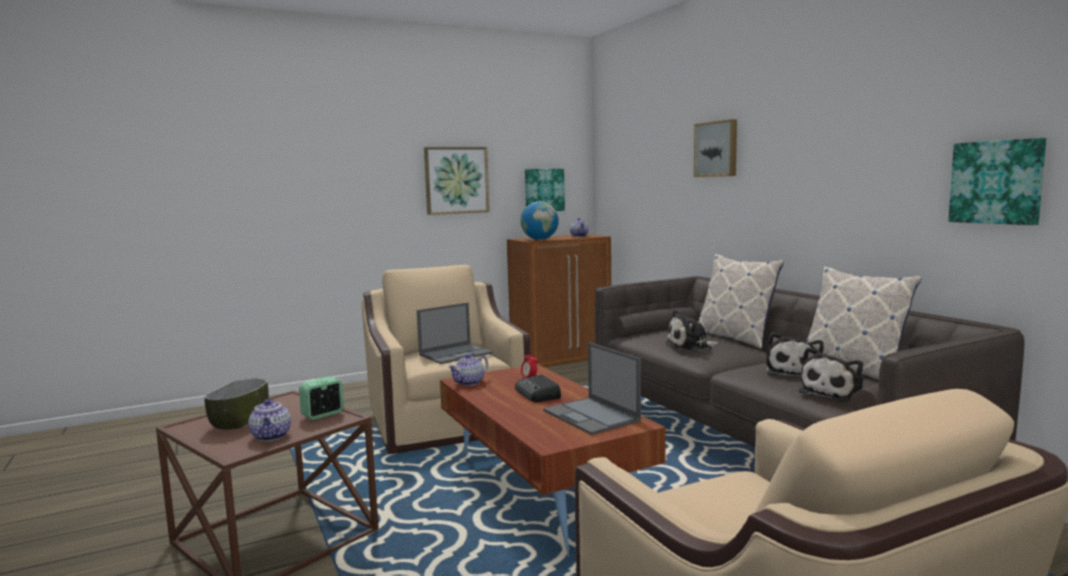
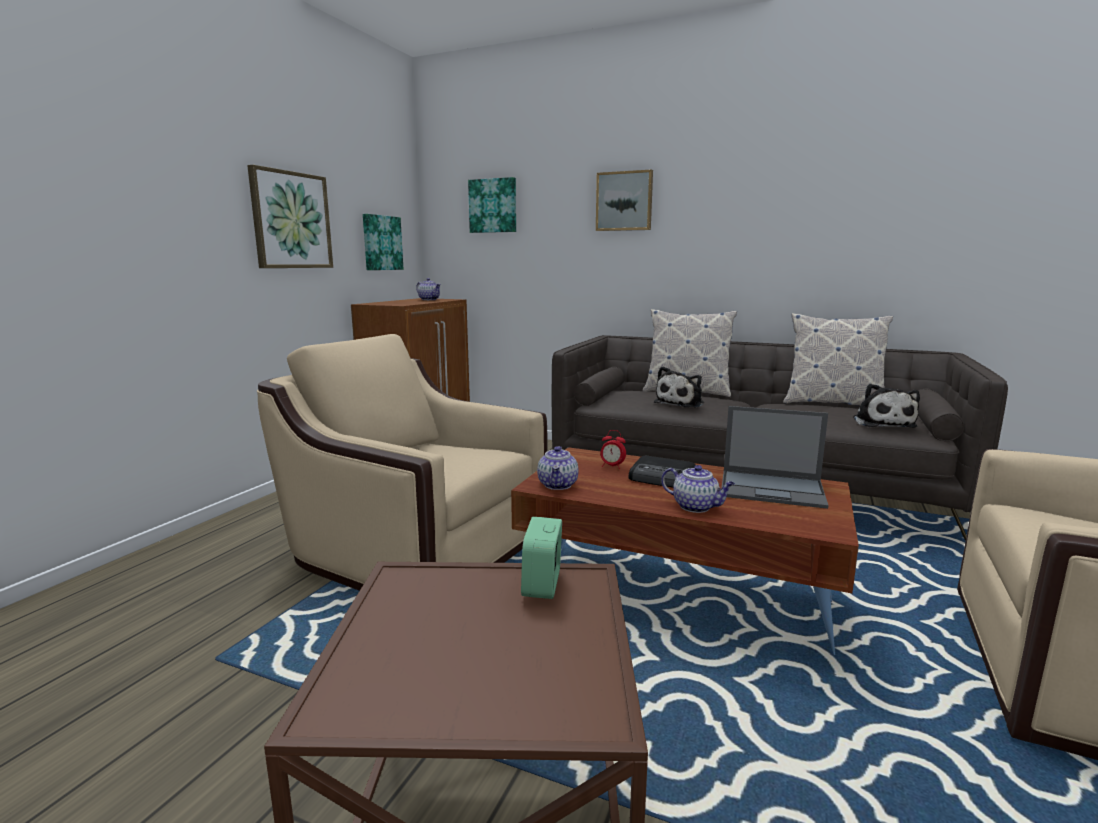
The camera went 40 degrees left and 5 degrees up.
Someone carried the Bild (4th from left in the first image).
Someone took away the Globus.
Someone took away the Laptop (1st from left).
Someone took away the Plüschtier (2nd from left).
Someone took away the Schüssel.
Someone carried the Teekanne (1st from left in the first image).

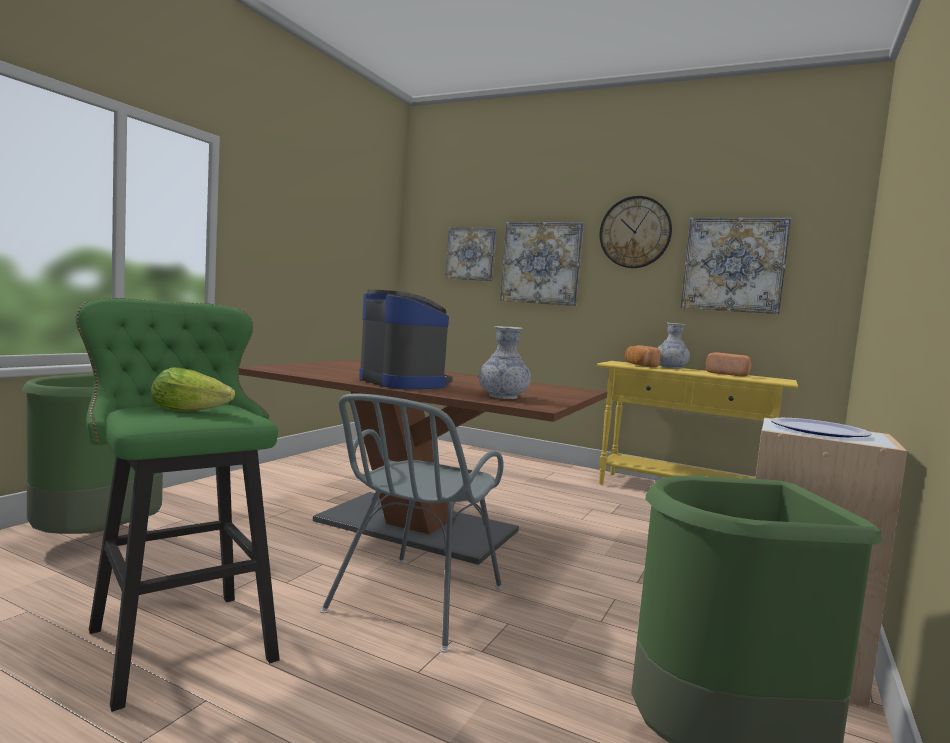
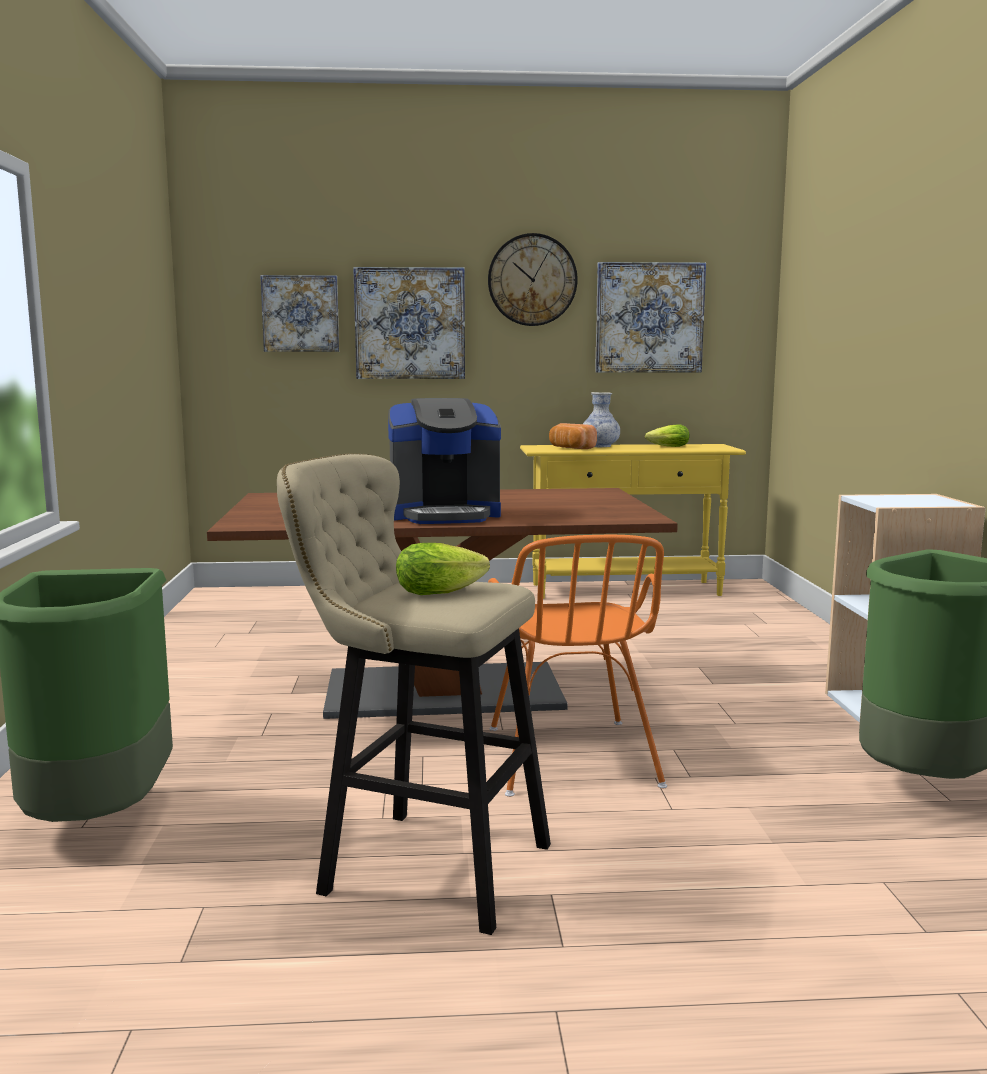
The camera went 30 degrees left and 5 degrees up.
Someone rotated the Kaffeemaschine by 150 degrees clockwise.
Someone repainted the Hocker/grün, which became the Hocker/beige.
Someone took away the Vase (1st from left).
Someone swapped the Brot (2nd from left) for the Salatkopf (2nd from left).
Someone repainted the Stuhl/grau, which became the Stuhl/orange.
Someone took away the Teller.

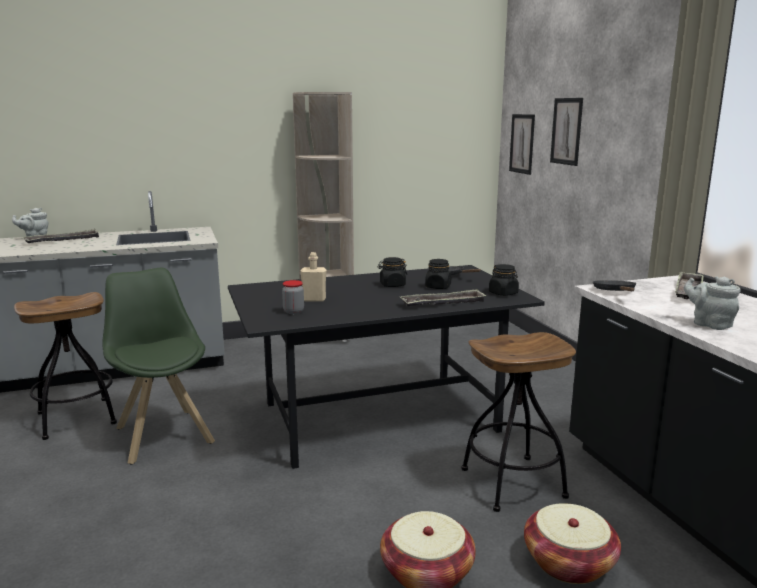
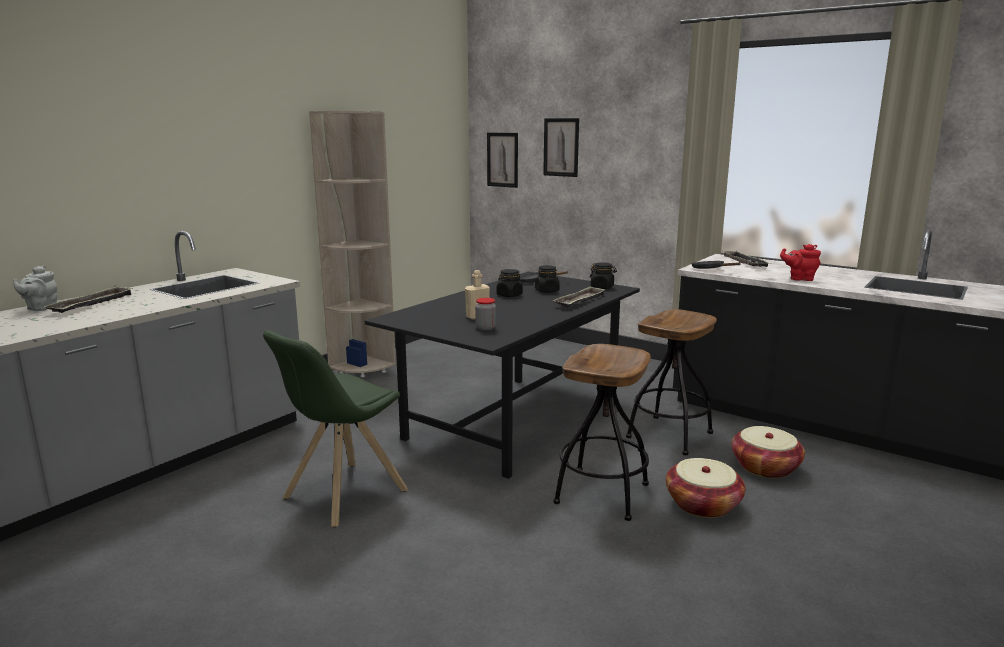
The camera went 35 degrees left and 0 degrees up.
Someone rotated the Stuhl/grün by 75 degrees counterclockwise.
Someone repainted the Teekanne/grau (2nd from left), which became the Teekanne/rot.
Someone carried the Hocker/braun (1st from left).

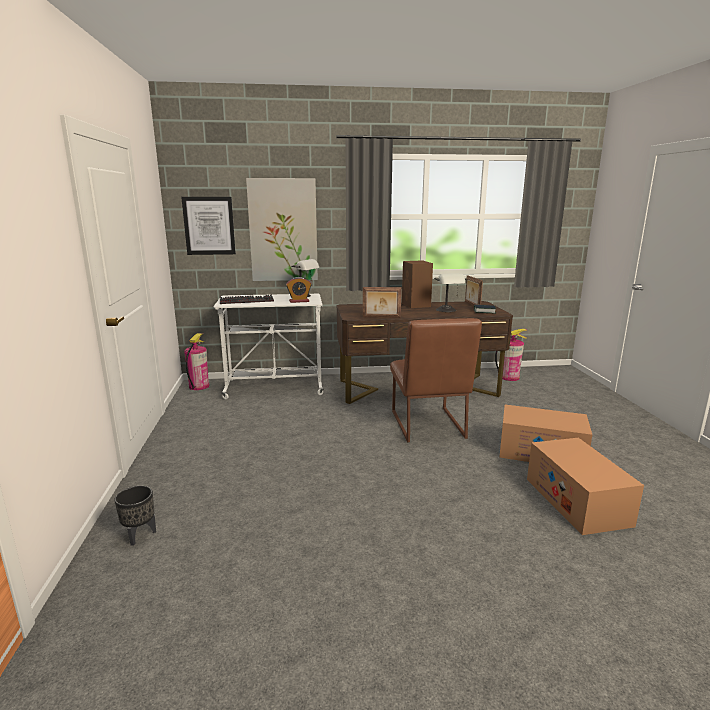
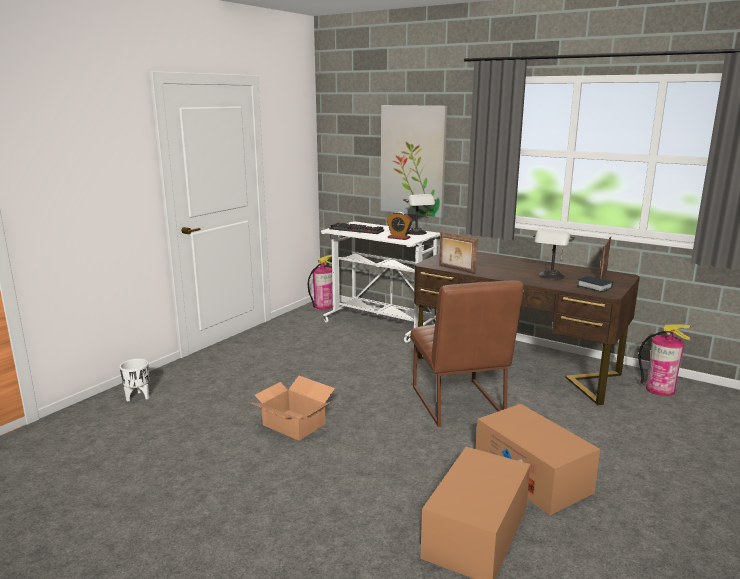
The camera went 40 degrees right and 0 degrees up.
Someone took away the Bild (1st from left).
Someone took away the Lautsprecher/braun.
Someone rotated the Stuhl/braun by 45 degrees counterclockwise.
Someone repainted the Pflanzkübel/schwarz, which became the Pflanzkübel/weiß.
Someone put down the Karton (1st from left).

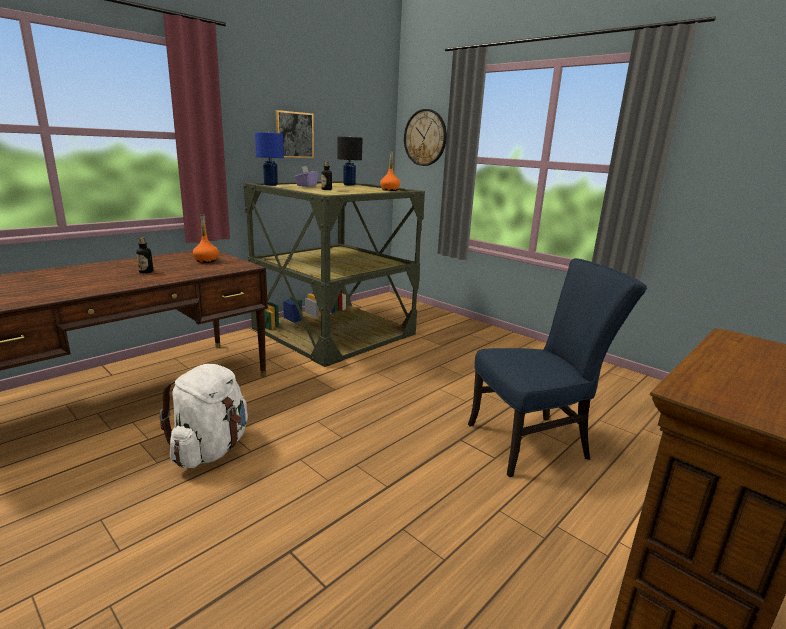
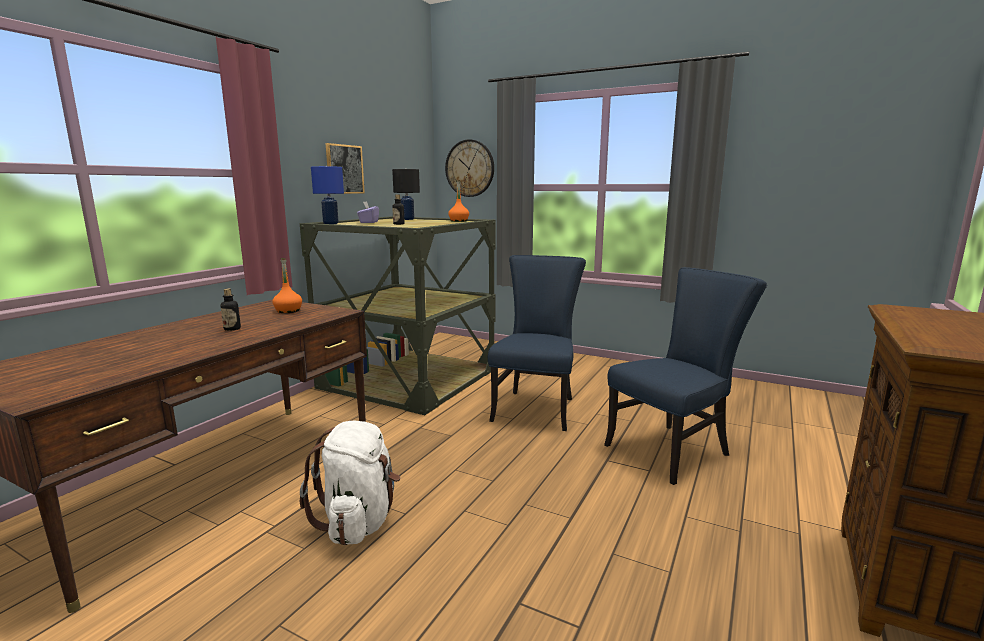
The camera went 15 degrees left and 5 degrees down.
Someone put down the Stuhl/blau (1st from left).

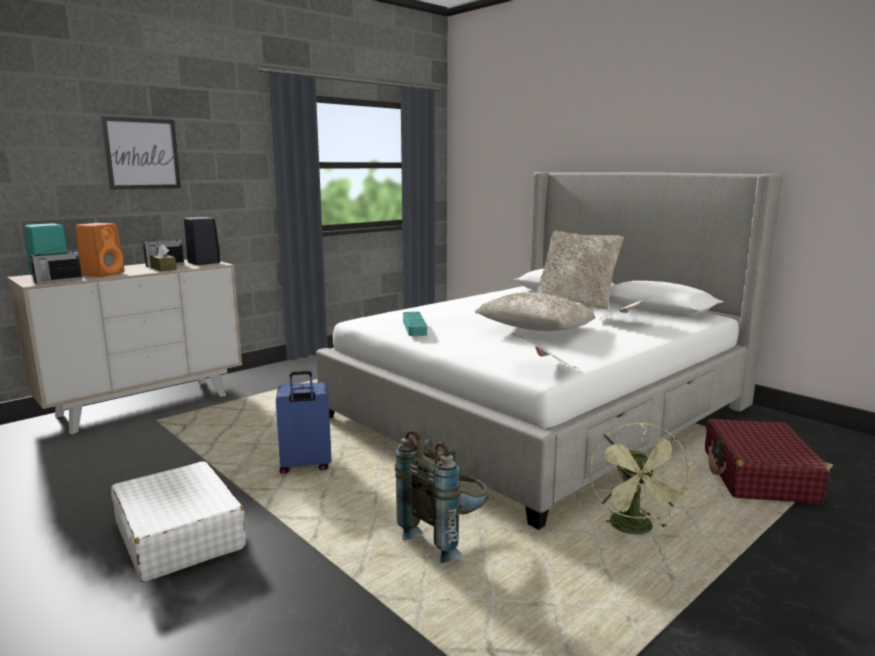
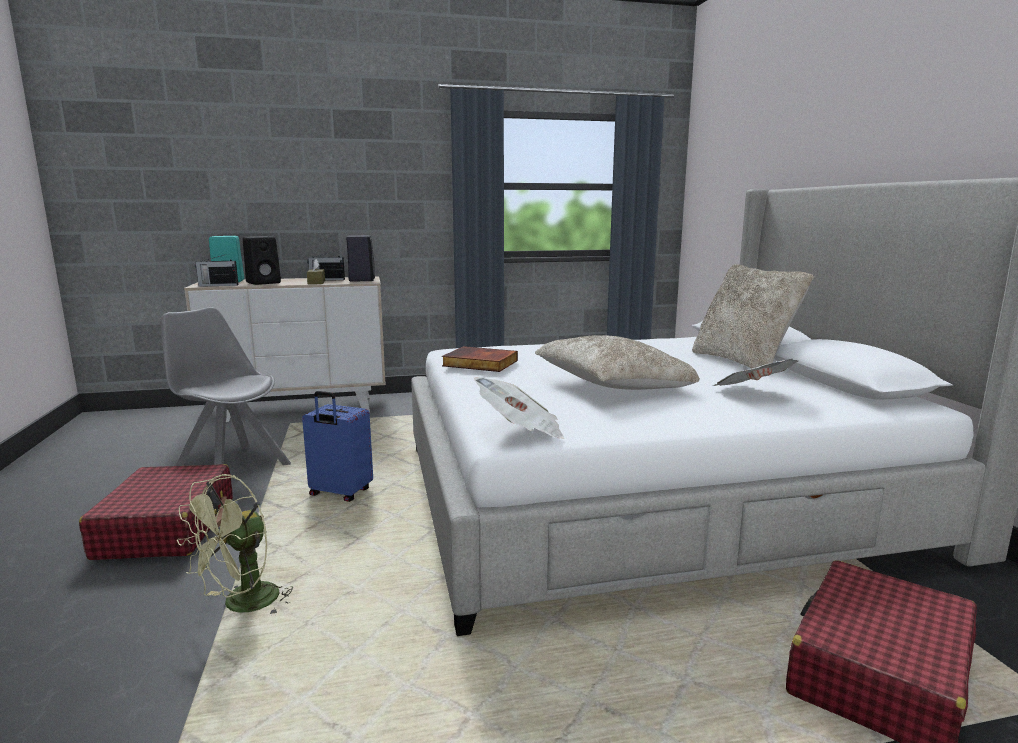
The camera went 30 degrees right and 0 degrees up.
Someone took away the Bild.
Someone repainted the Lautsprecher/orange, which became the Lautsprecher/schwarz (1st from left).
Someone swapped the Tablett/türkis for the Buch.
Someone carried the Ventilator/grün.
Someone took away the Rucksack/grau.
Someone repainted the Koffer/weiß, which became the Koffer/rot (1st from left).
Someone put down the Stuhl/grau.

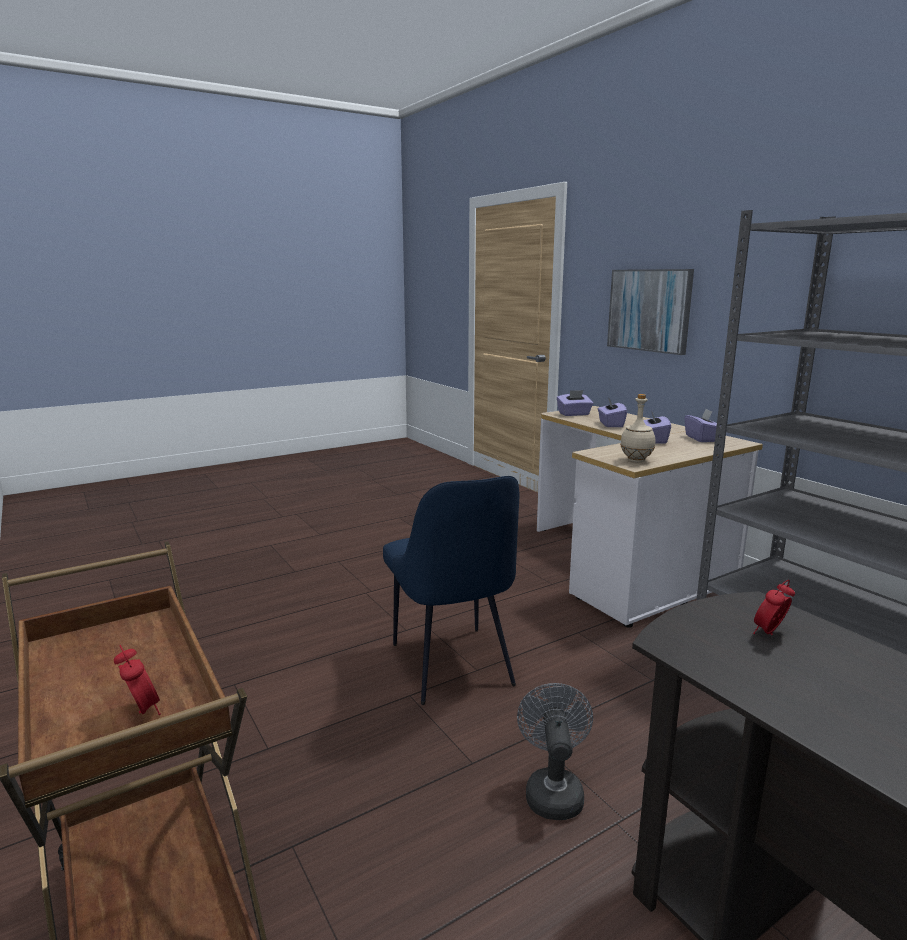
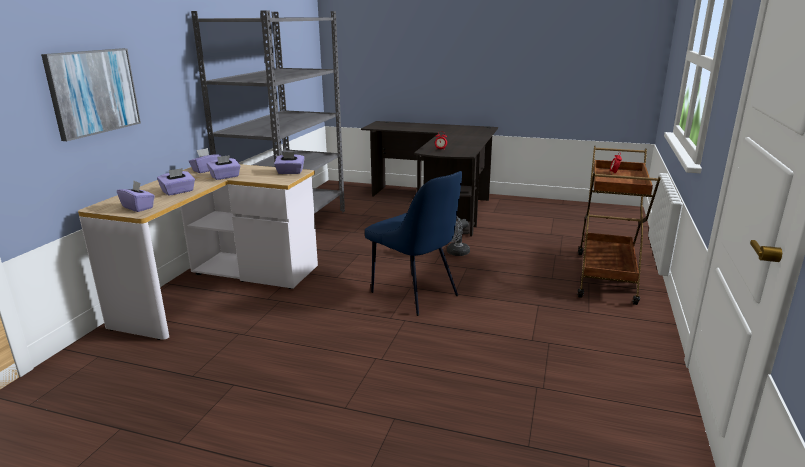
The camera went 130 degrees left and 5 degrees up.
Someone swapped the Flasche/beige for the Taschentuchbox/lila (5th from left).
Someone rotated the Stuhl/blau by 105 degrees clockwise.

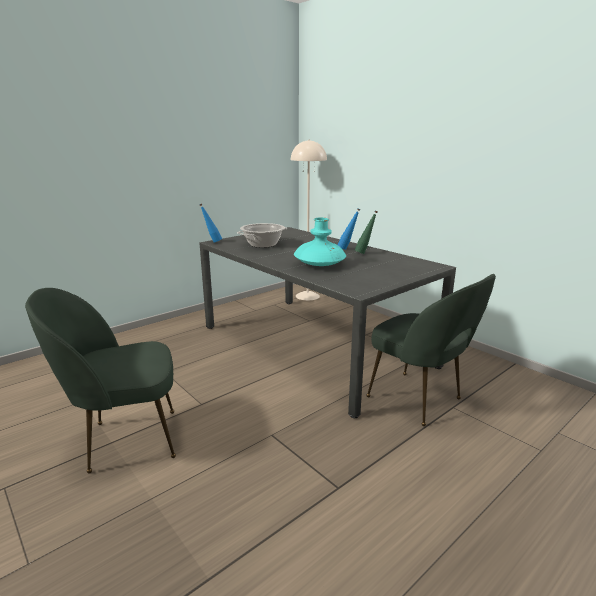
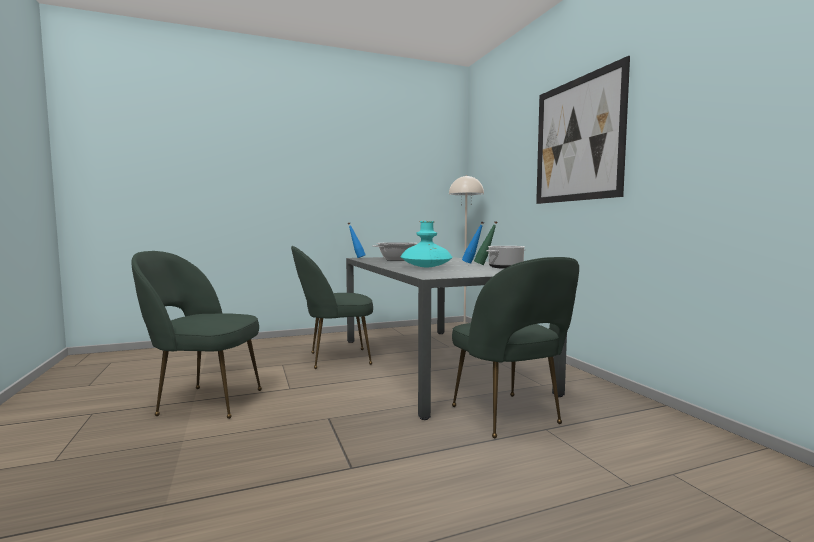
The camera went 20 degrees right and 15 degrees down.
Someone put up the Bild.
Someone put down the Stuhl/grün (2nd from left).
Someone put down the Kochtopf (2nd from left).

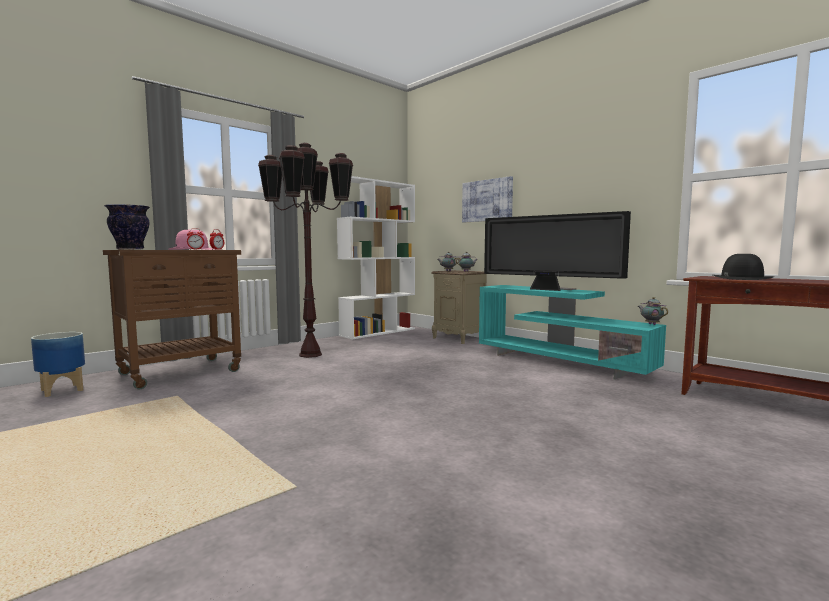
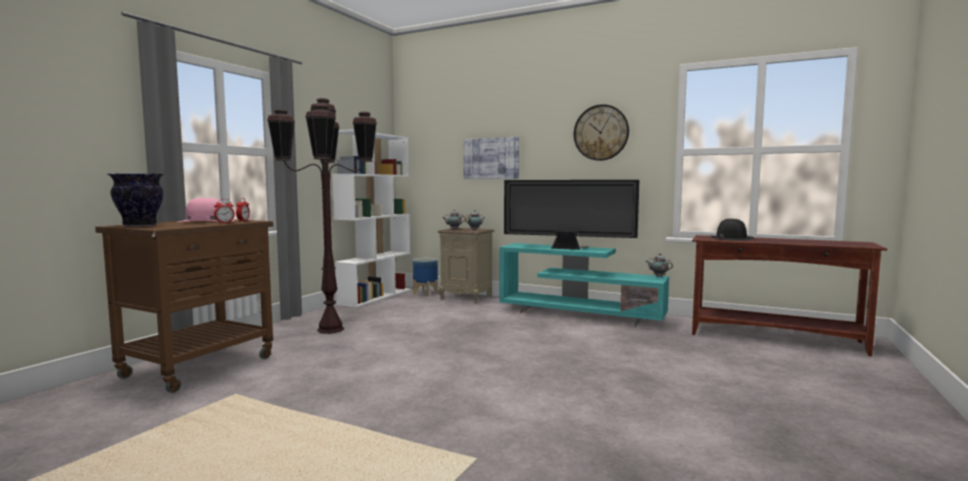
The camera went 20 degrees left and 0 degrees up.
Someone carried the Pflanzkübel.
Someone put up the Wanduhr.

